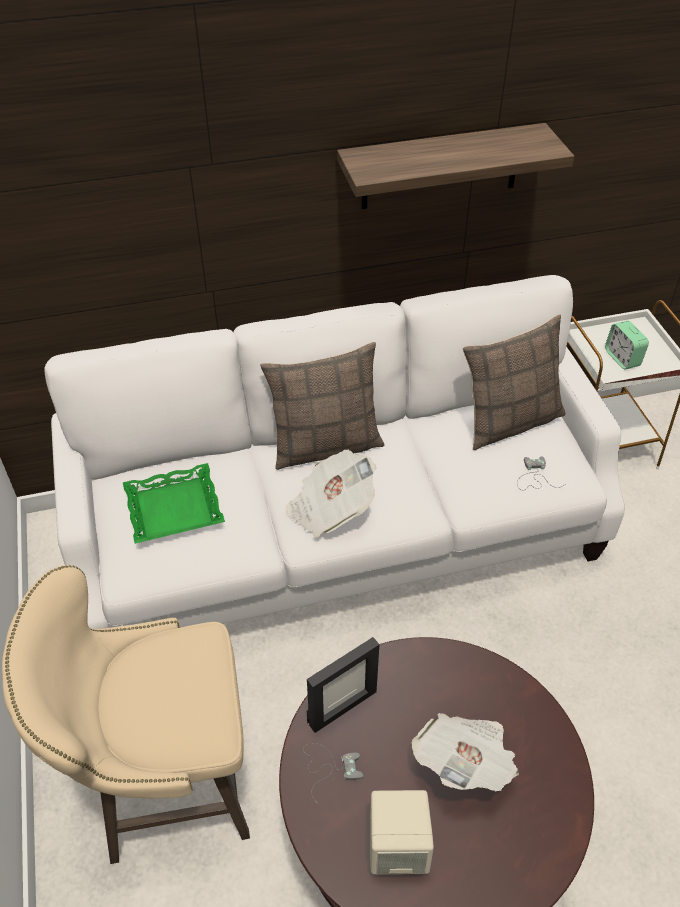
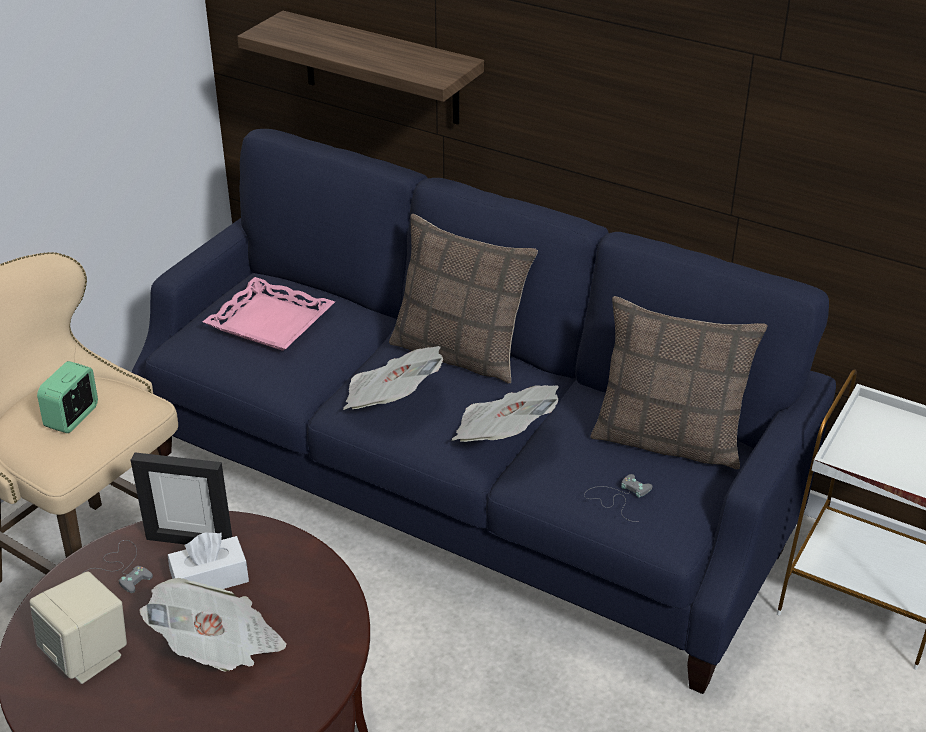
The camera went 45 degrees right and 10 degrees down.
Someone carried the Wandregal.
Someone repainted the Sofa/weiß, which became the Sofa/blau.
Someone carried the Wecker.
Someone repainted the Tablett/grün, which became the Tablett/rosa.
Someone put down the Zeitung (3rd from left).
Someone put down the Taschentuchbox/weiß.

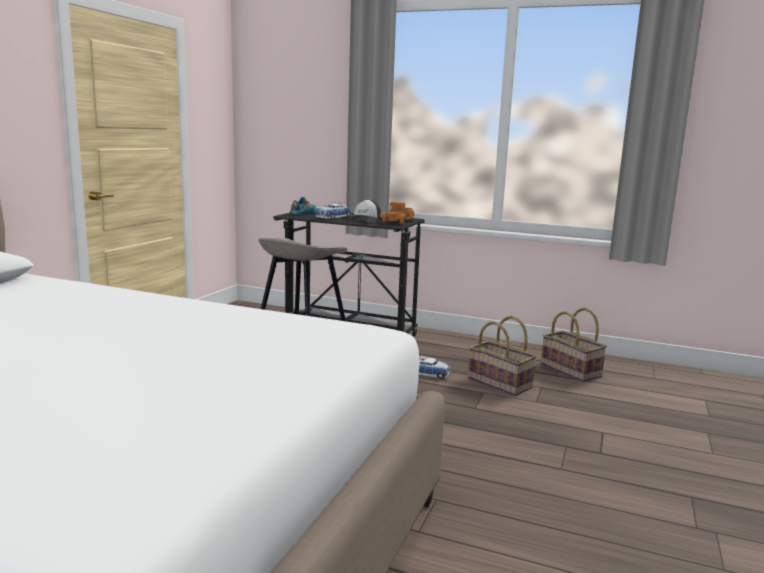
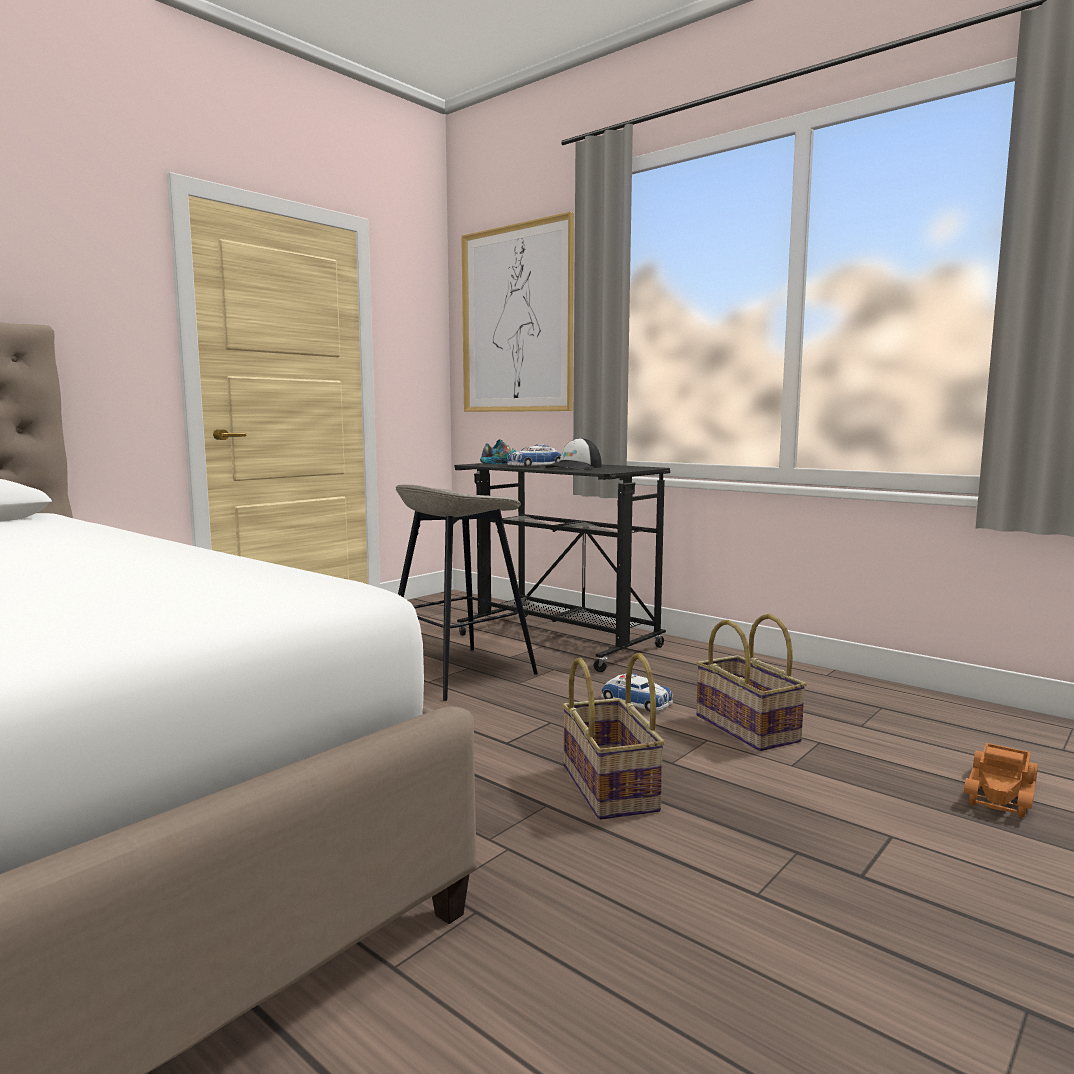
The camera went 20 degrees right and 5 degrees down.
Someone carried the Spielzeuglaster.
Someone carried the Korb (2nd from left in the first image).
Someone put up the Bild.

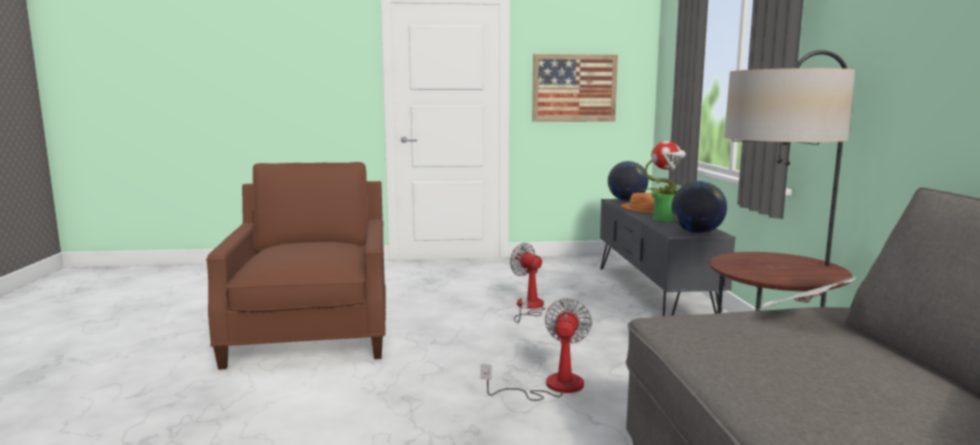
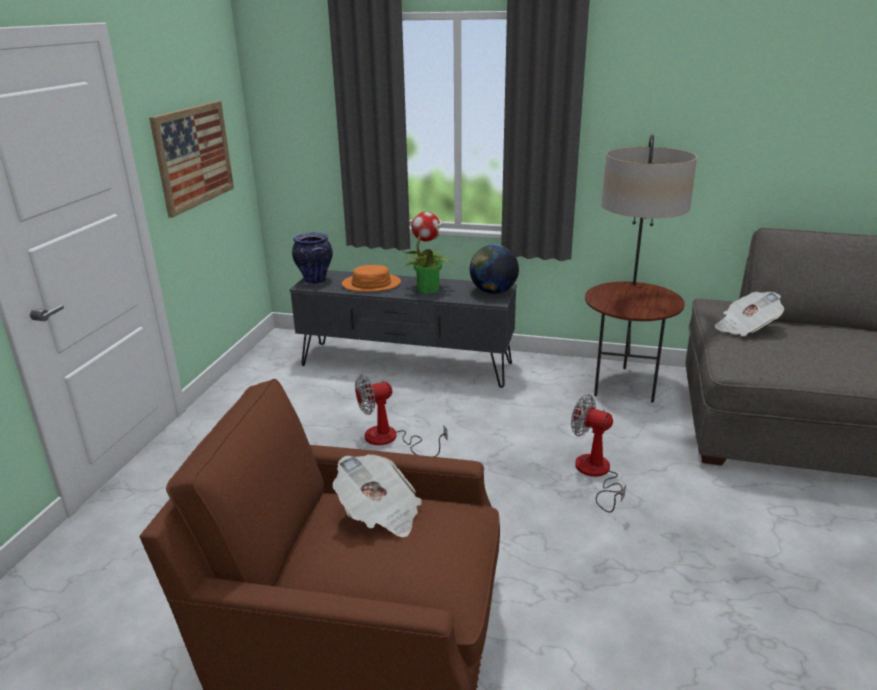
The camera went 70 degrees left and 15 degrees up.
Someone swapped the Globus (1st from left) for the Vase.
Someone put down the Zeitung (1st from left).

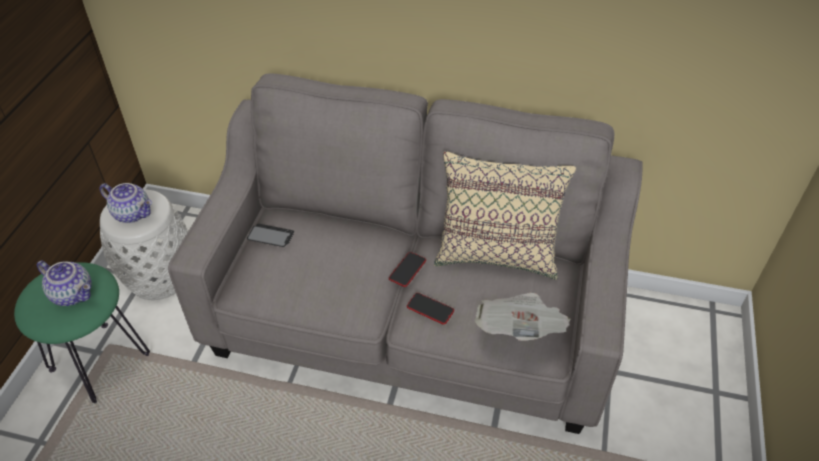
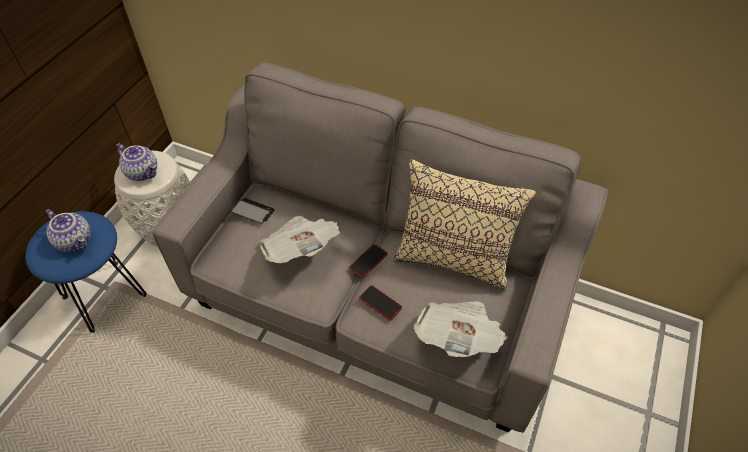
The camera went 10 degrees right and 5 degrees up.
Someone repainted the Hocker/grün, which became the Hocker/blau.
Someone put down the Zeitung (1st from left).

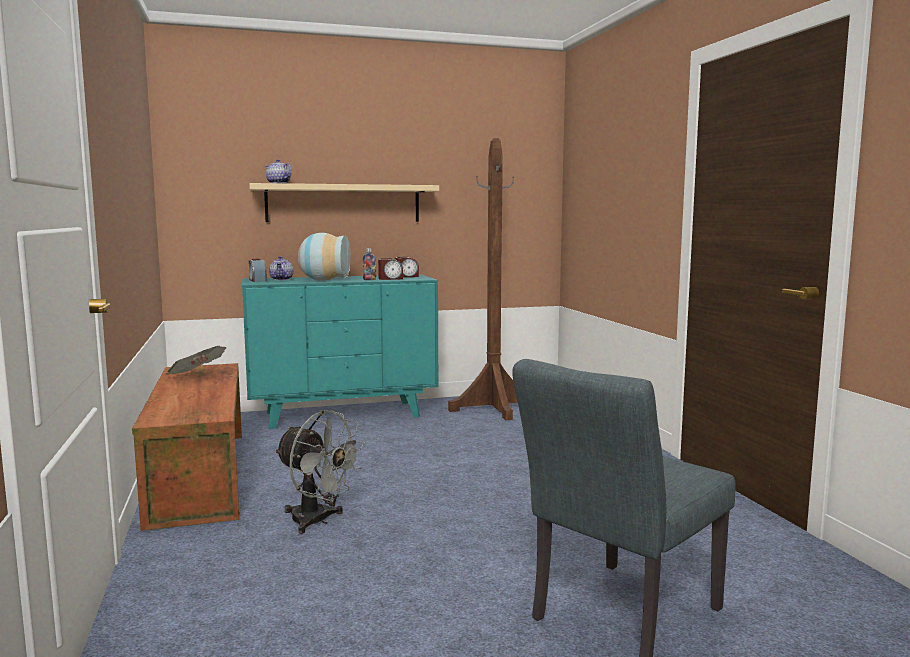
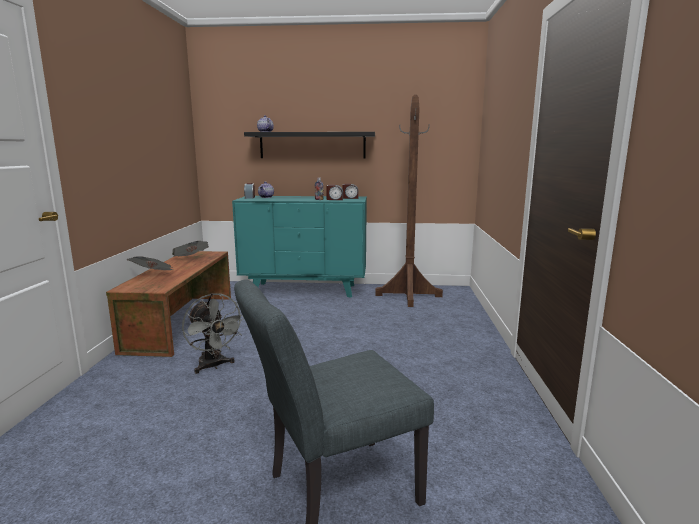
The camera went 20 degrees right and 5 degrees up.
Someone repainted the Wandregal/beige, which became the Wandregal/schwarz.
Someone took away the Vase.
Someone put down the Zeitung (1st from left).

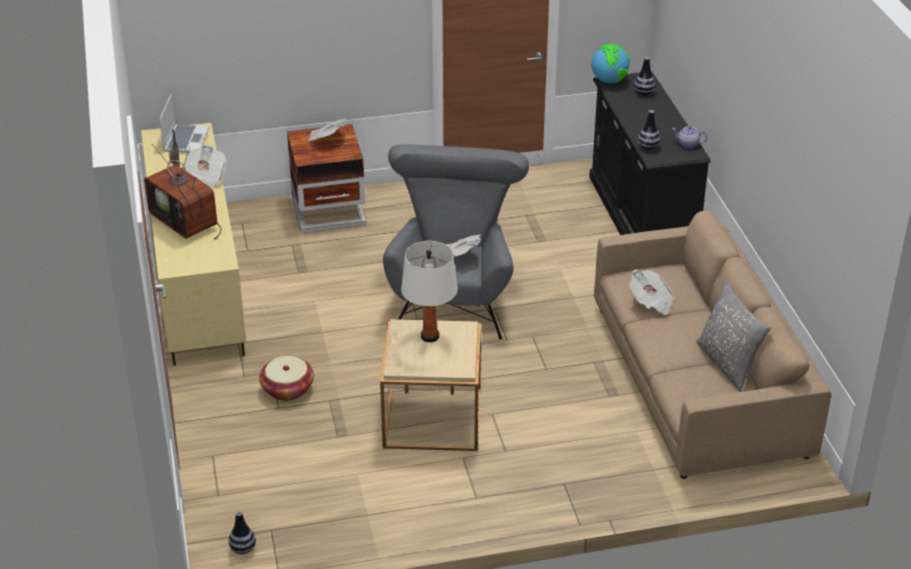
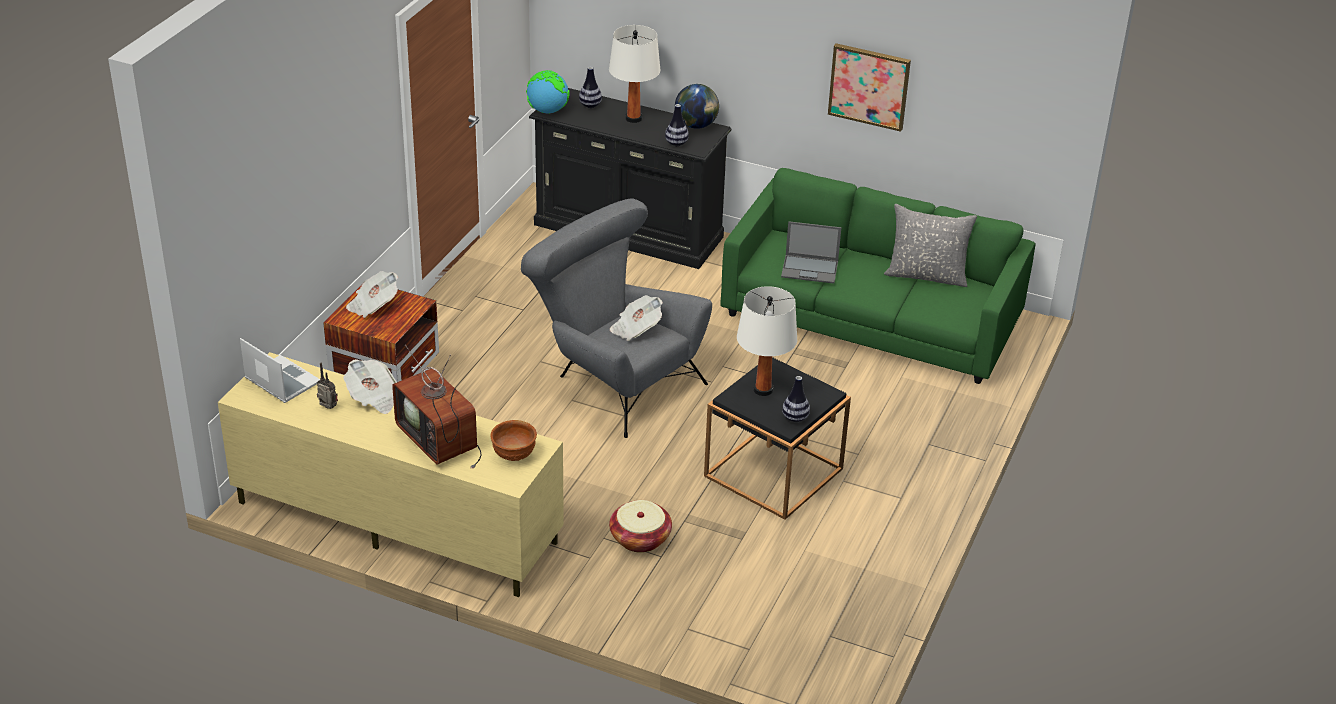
The camera went 55 degrees left and 0 degrees up.
Someone swapped the Teekanne for the Globus (2nd from left).
Someone rotated the Fernseher by 60 degrees clockwise.
Someone repainted the Sofa/beige, which became the Sofa/grün.
Someone swapped the Zeitung (4th from left) for the Laptop (2nd from left).
Someone repainted the Beistelltisch/beige, which became the Beistelltisch/schwarz.
Someone carried the Vase (1st from left in the first image).
Someone put down the Tischlampe/weiß (1st from left).
Someone put up the Bild.
Someone put down the Schüssel/braun.

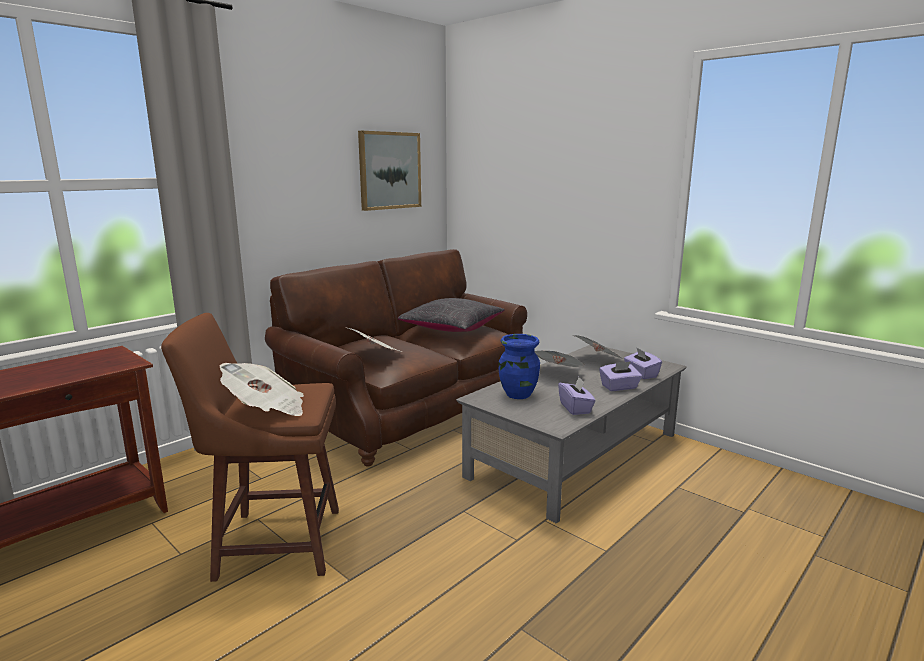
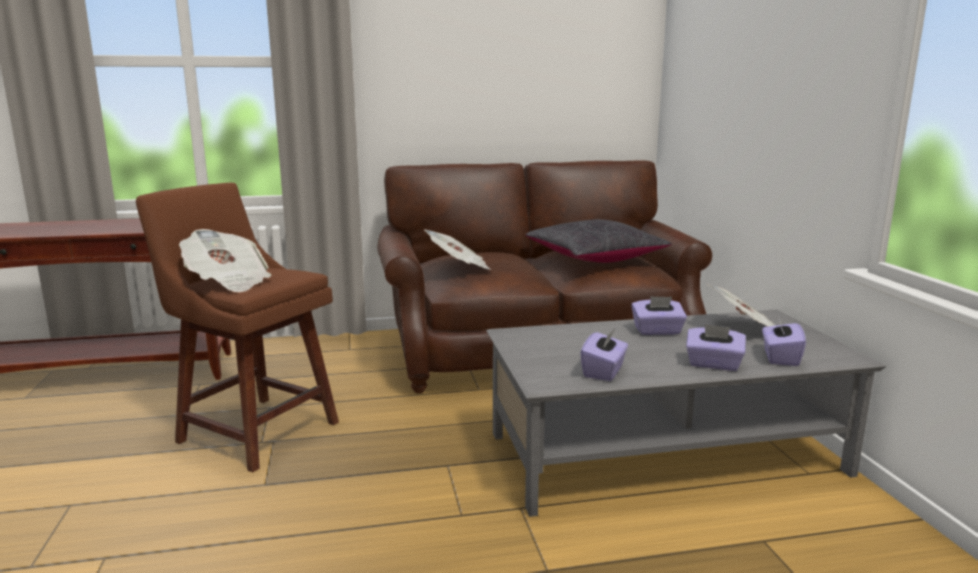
The camera went 35 degrees right and 0 degrees up.
Someone took away the Bild.
Someone took away the Vase/blau.
Someone swapped the Zeitung (3rd from left) for the Taschentuchbox/lila (2nd from left).

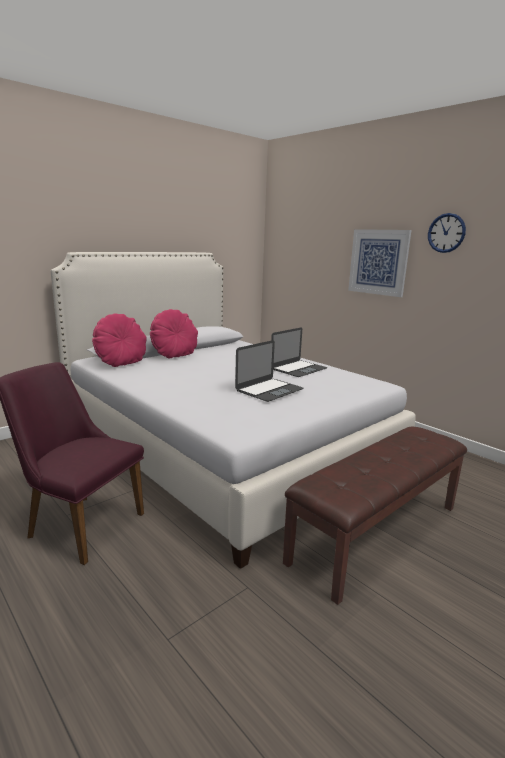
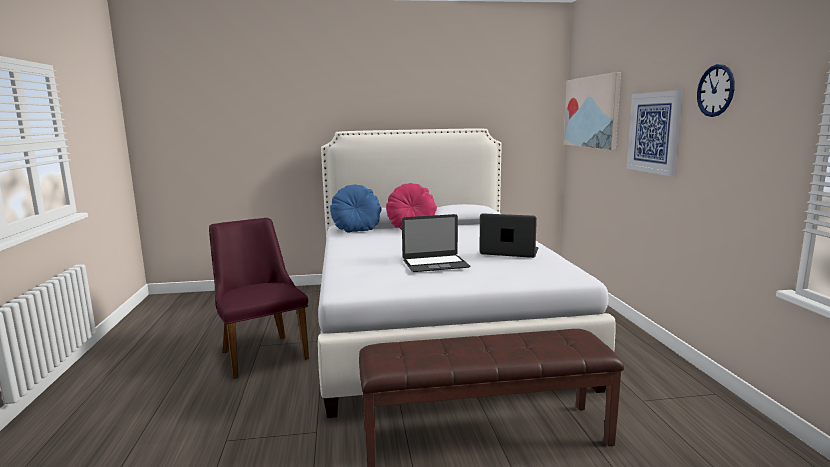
The camera went 35 degrees right and 5 degrees down.
Someone repainted the Kissen/rosa (1st from left), which became the Kissen/blau.
Someone rotated the Laptop (2nd from left) by 150 degrees counterclockwise.
Someone put up the Bild (1st from left).

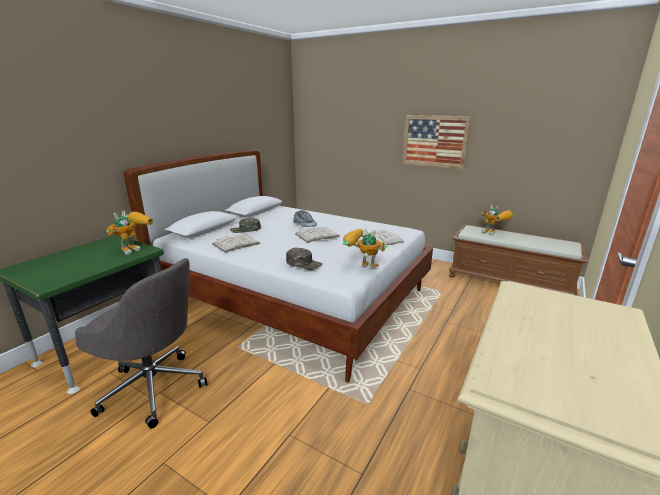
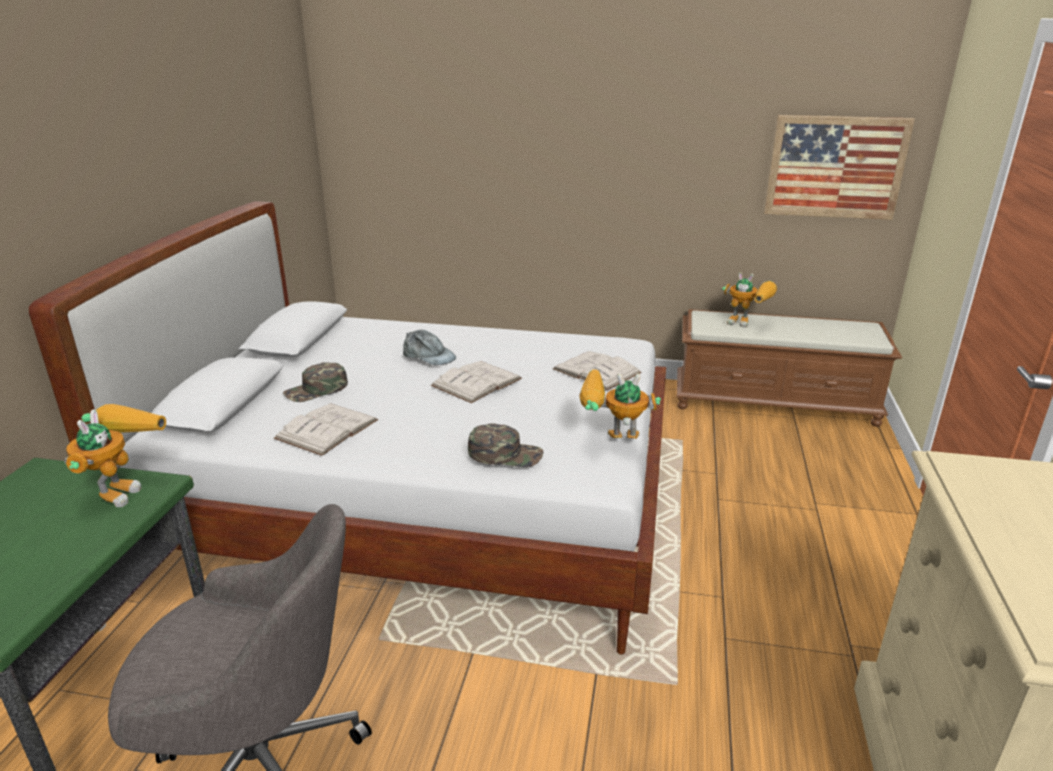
The camera went 20 degrees left and 5 degrees up.
Someone carried the Bild.

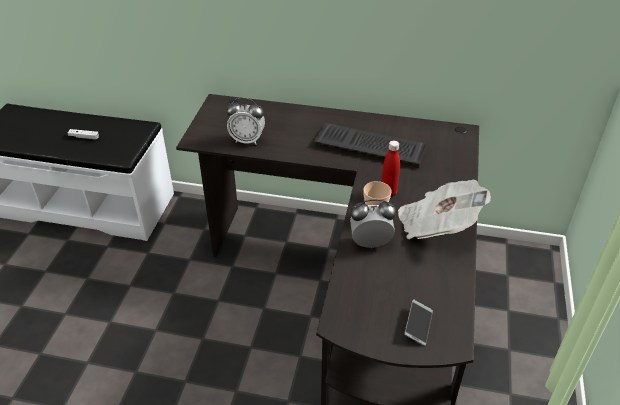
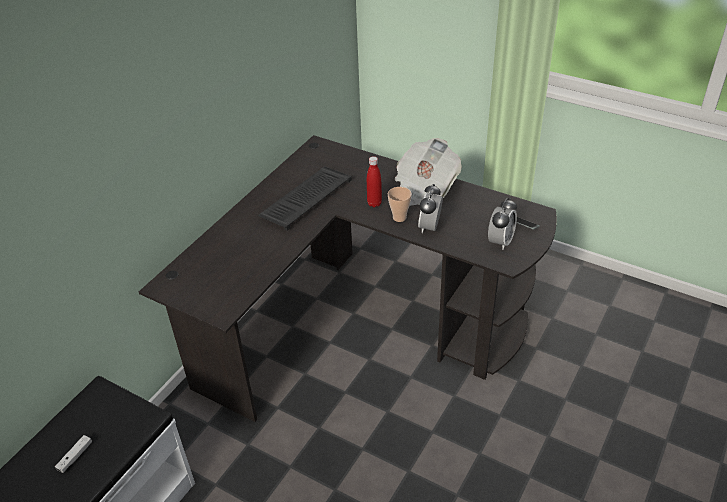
The camera went 70 degrees left and 0 degrees up.
Someone carried the Wecker (1st from left in the first image).

